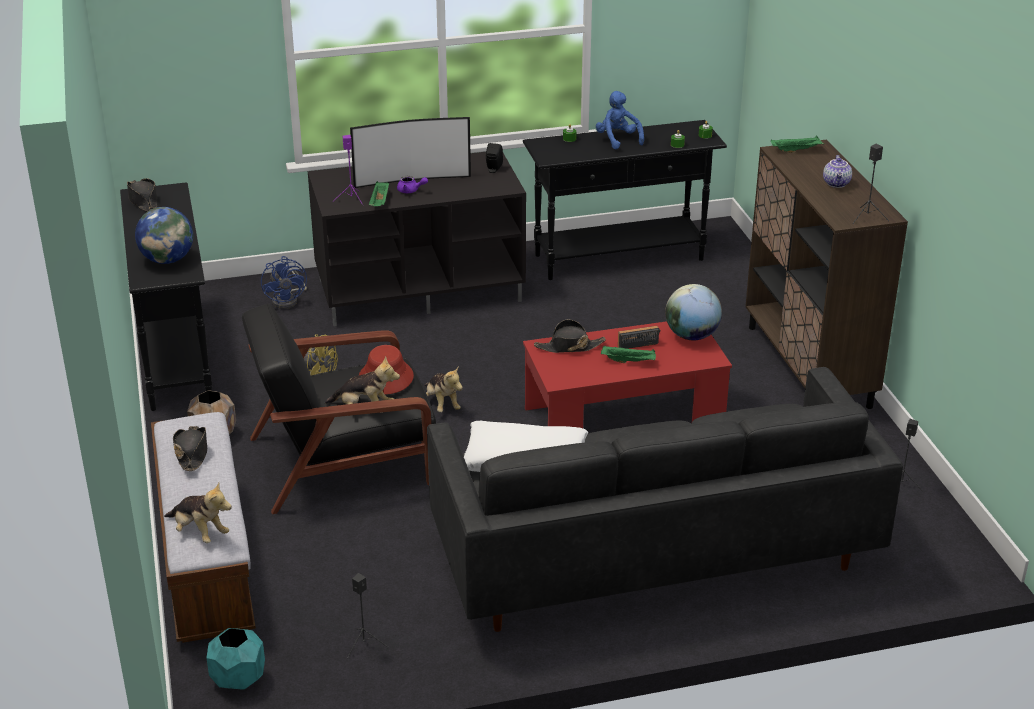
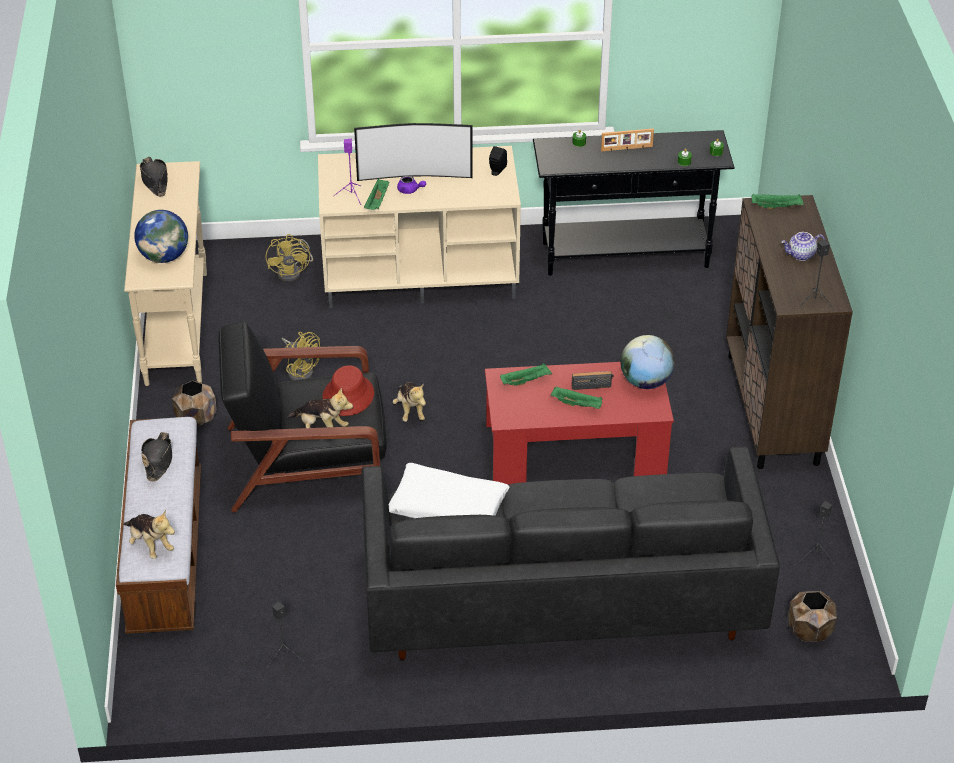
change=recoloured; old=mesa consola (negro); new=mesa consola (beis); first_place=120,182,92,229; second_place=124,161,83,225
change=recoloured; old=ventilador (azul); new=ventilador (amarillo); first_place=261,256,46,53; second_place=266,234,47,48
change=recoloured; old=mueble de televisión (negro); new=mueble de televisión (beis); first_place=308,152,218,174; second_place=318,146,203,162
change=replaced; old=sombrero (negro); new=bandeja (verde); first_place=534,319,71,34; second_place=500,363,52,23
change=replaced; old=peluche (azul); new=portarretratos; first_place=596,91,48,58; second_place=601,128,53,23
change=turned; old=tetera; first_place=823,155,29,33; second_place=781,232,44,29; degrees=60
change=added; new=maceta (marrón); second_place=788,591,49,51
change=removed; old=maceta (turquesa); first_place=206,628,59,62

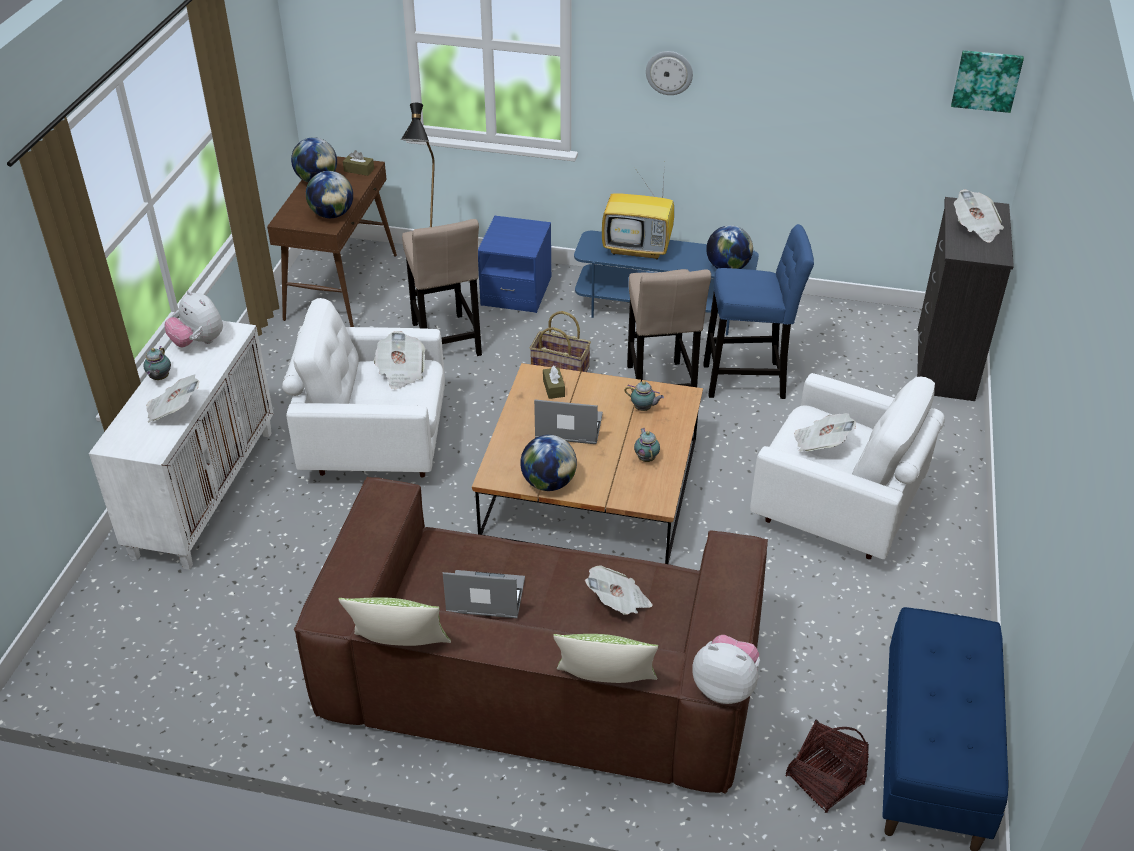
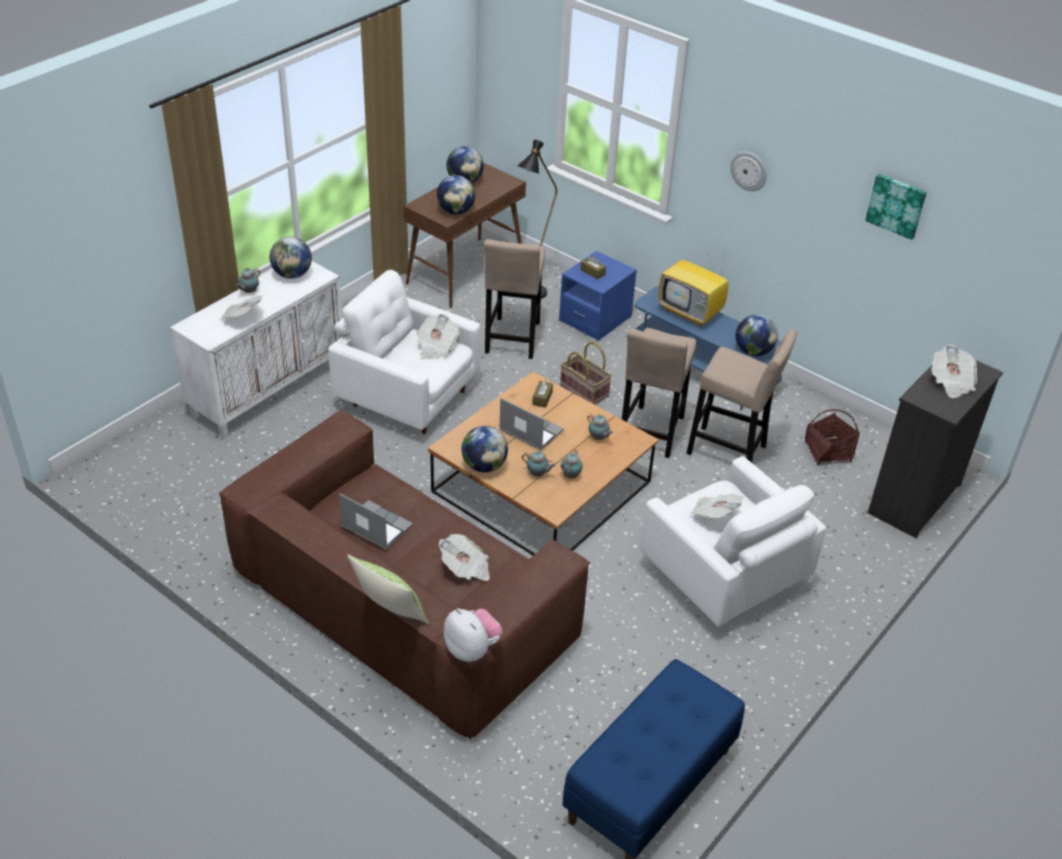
change=replaced; old=peluche; new=globo terráqueo; first_place=165,290,58,57; second_place=270,236,42,43
change=added; new=tetera; second_place=522,451,34,25
change=moved; old=caja de pañuelos (marrón); first_place=343,150,31,26; second_place=580,256,26,23
change=recoloured; old=taburete (azul); new=taburete (beis); first_place=703,224,111,175; second_place=686,329,111,134
change=moved; old=cesta; first_place=785,720,84,93; second_place=805,409,55,56
change=moved; old=cuadro; first_place=951,50,73,63; second_place=865,174,62,66
change=removed; old=cojín; first_place=338,597,113,49

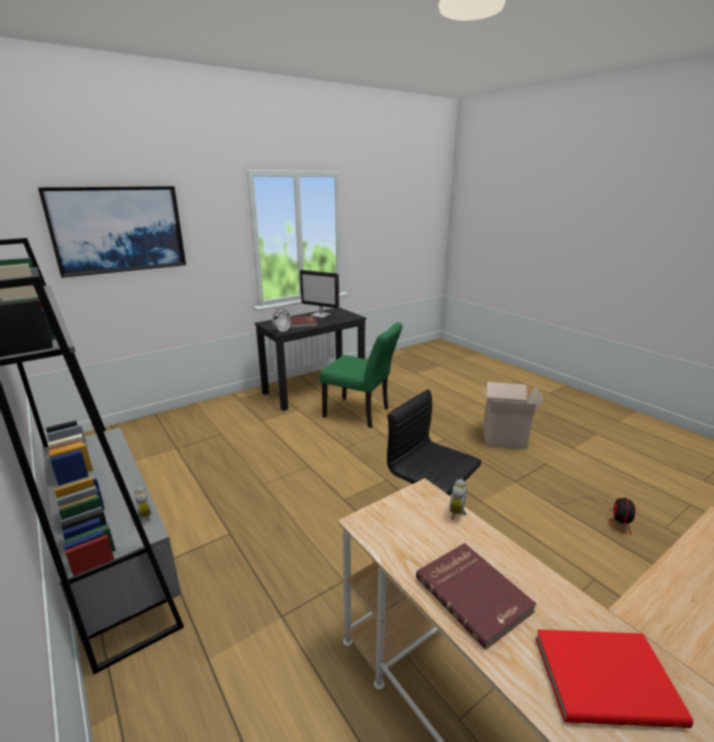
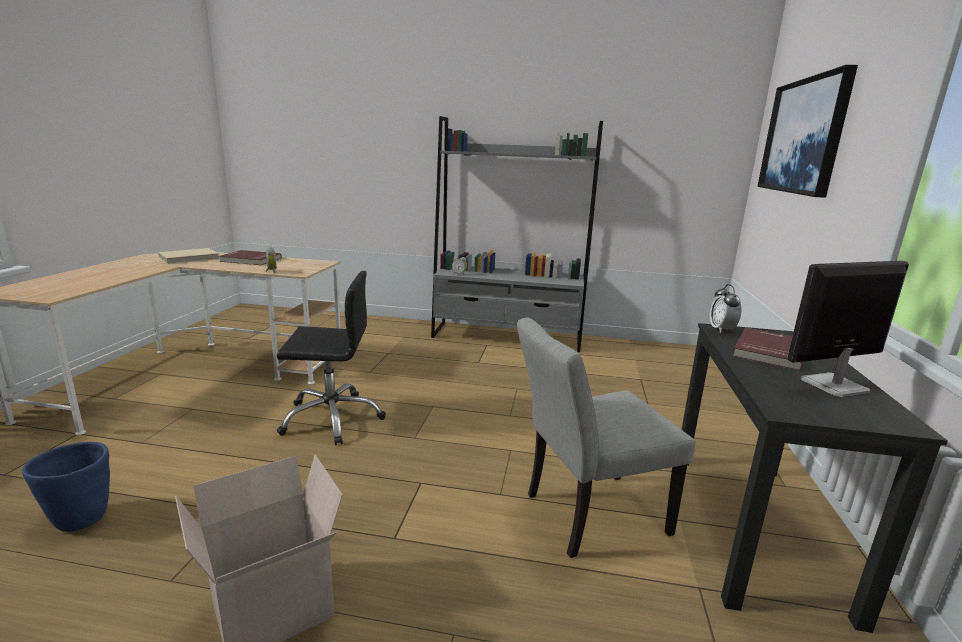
change=replaced; old=ventilador; new=maceta (azul); first_place=558,497,77,37; second_place=22,442,88,90
change=recoloured; old=libro (rojo); new=libro (beis); first_place=535,629,158,99; second_place=158,248,61,16
change=recoloured; old=silla (verde); new=silla (gris); first_place=320,322,83,106; second_place=517,318,178,240

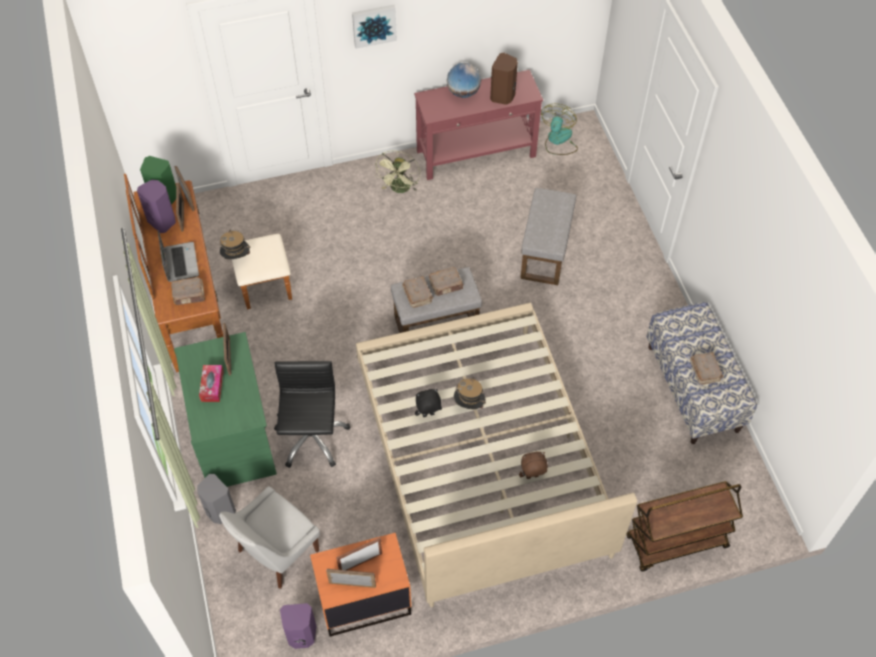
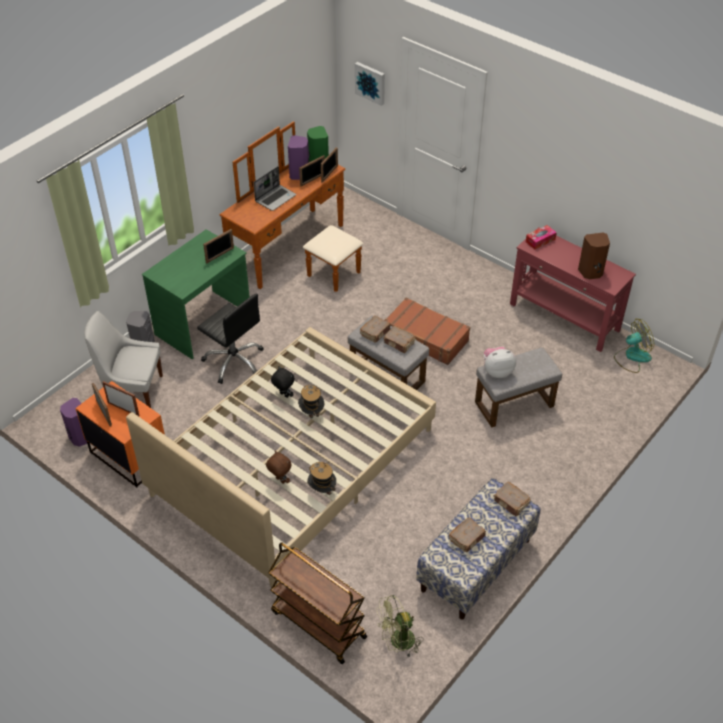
change=turned; old=silla de oficina (negro); first_place=274,361,77,107; second_place=197,294,66,90; degrees=75
change=moved; old=sombrero; first_place=220,230,31,29; second_place=307,462,30,33
change=moved; old=cuadro; first_place=352,5,45,44; second_place=355,62,30,44
change=moved; old=ventilador (verde); first_place=375,151,45,42; second_place=377,595,46,62
change=added; new=maleta (marrón); second_place=384,297,86,68
change=added; new=peluche; second_place=484,346,32,32
change=moved; old=libro (marrón); first_place=171,277,34,28; second_place=494,482,37,35
change=moved; old=caja de pañuelos; first_place=199,365,25,37; second_place=526,225,31,24
change=removed; old=globo terráqueo; first_place=447,63,34,35

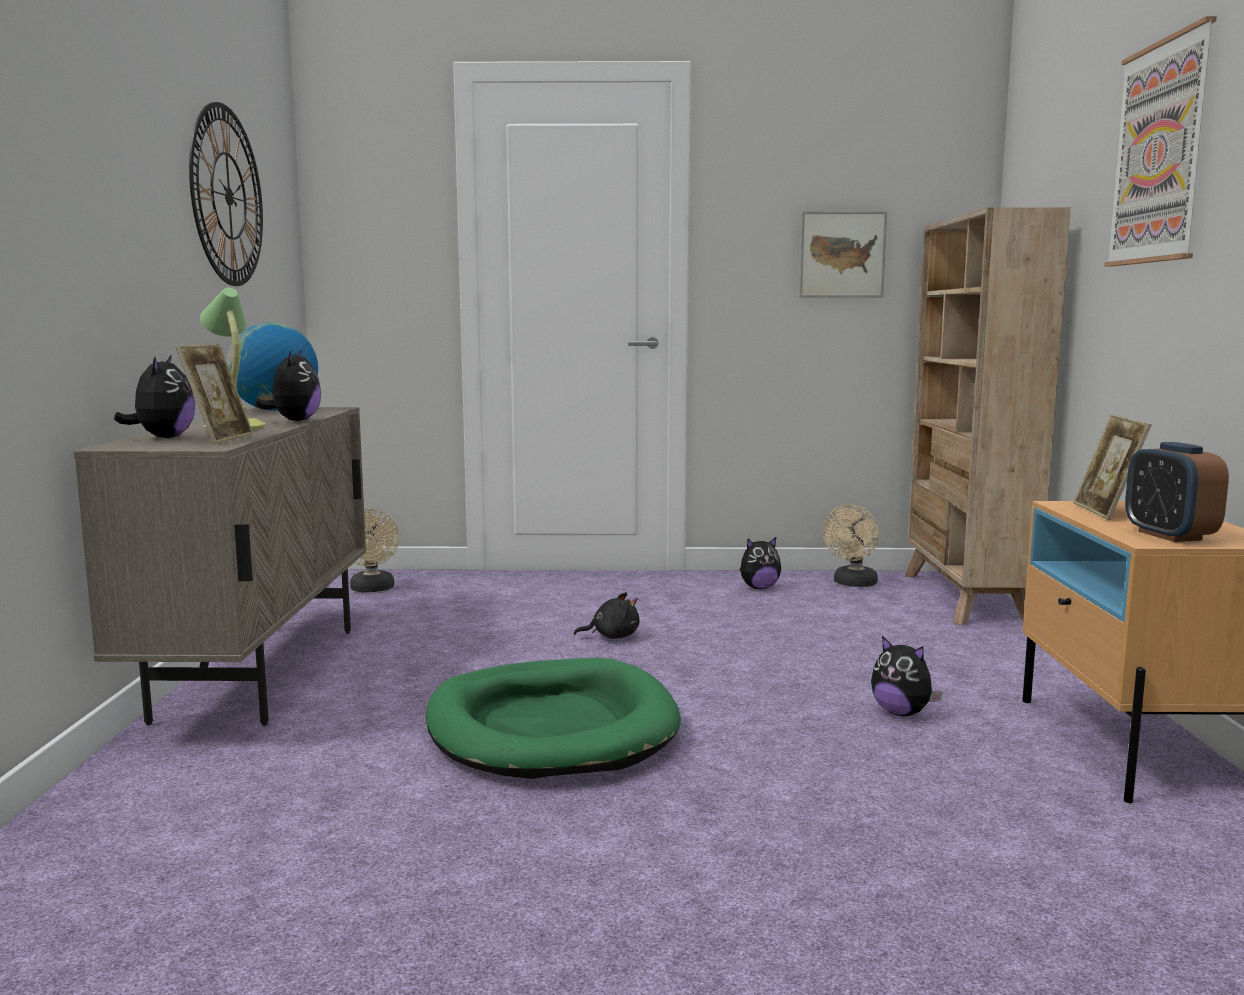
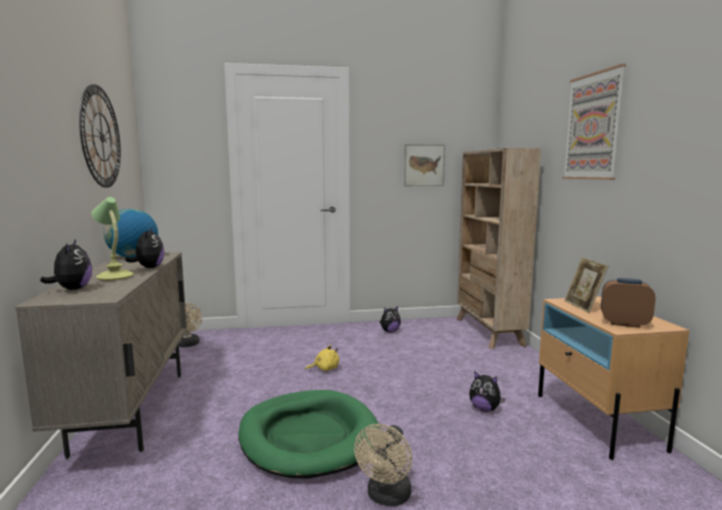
change=recoloured; old=peluche (negro); new=peluche (amarillo); first_place=574,592,66,47; second_place=305,345,34,26
change=moved; old=ventilador (beis); first_place=823,504,56,83; second_place=354,424,58,82
change=turned; old=despertador; first_place=1125,442,104,100; second_place=601,278,55,50; degrees=135
change=removed; old=portarretratos; first_place=176,344,77,100

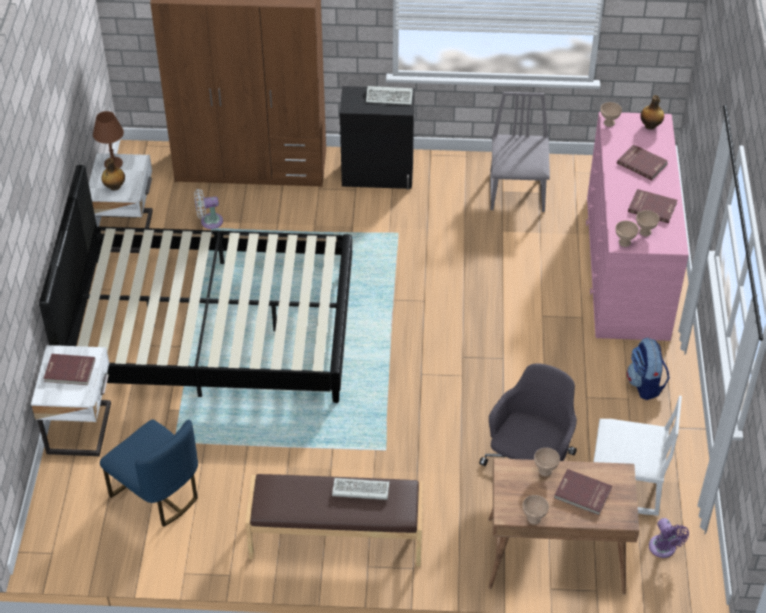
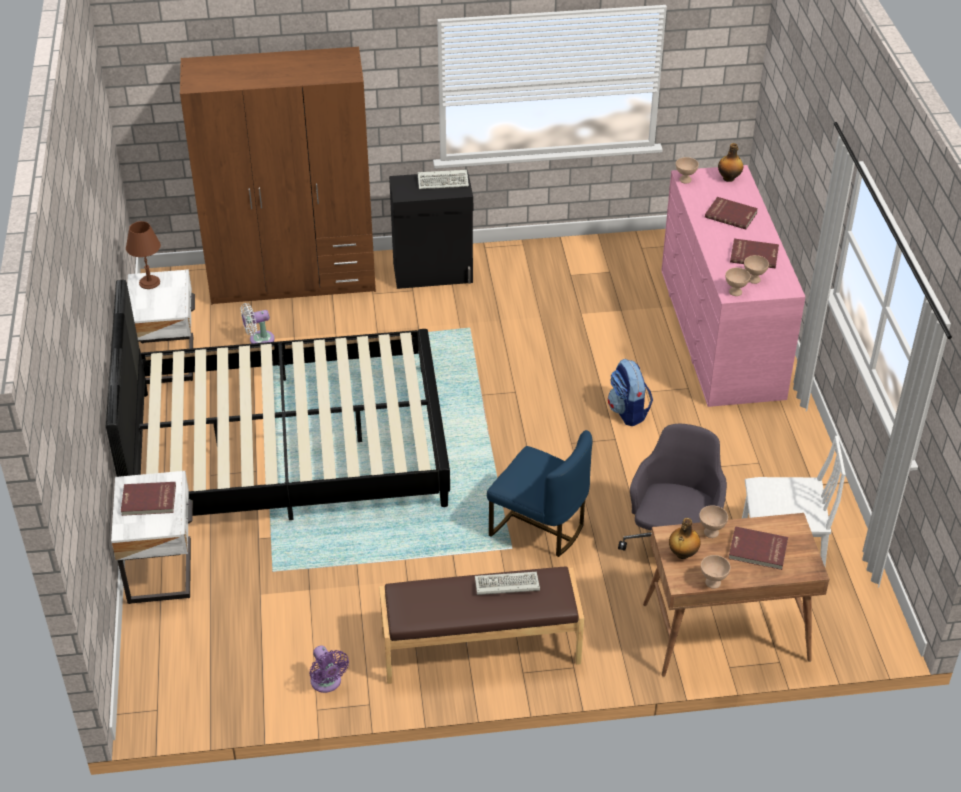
change=moved; old=ventilador (morado); first_place=649,518,40,40; second_place=309,646,40,47
change=moved; old=silla (azul); first_place=100,419,98,108; second_place=487,430,105,127
change=moved; old=mochila; first_place=627,338,43,62; second_place=608,358,45,68
change=moved; old=botella; first_place=101,158,24,33; second_place=669,518,31,41
change=removed; old=silla (gris); first_place=490,92,60,120

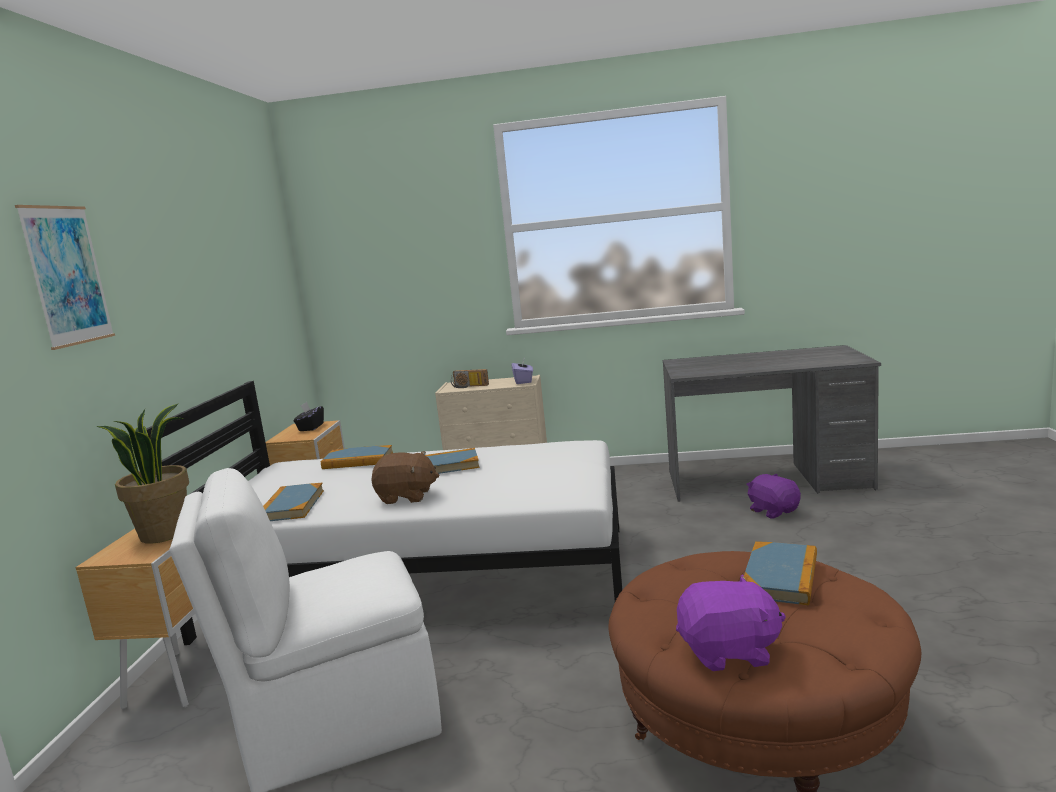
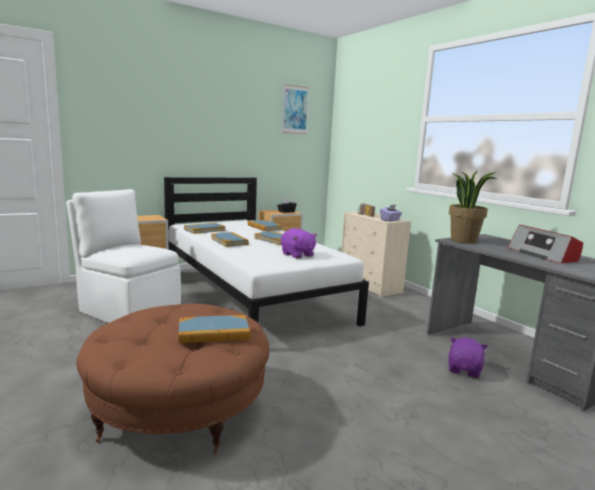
change=replaced; old=peluche (marrón); new=libro; first_place=371,451,68,53; second_place=211,232,38,15
change=moved; old=cuadro; first_place=15,205,100,145; second_place=281,84,28,50
change=moved; old=peluche (morado); first_place=676,574,110,97; second_place=281,228,36,31
change=moved; old=planta en maceta; first_place=97,403,92,141; second_place=449,169,47,74
change=added; new=radio; second_place=508,224,75,40

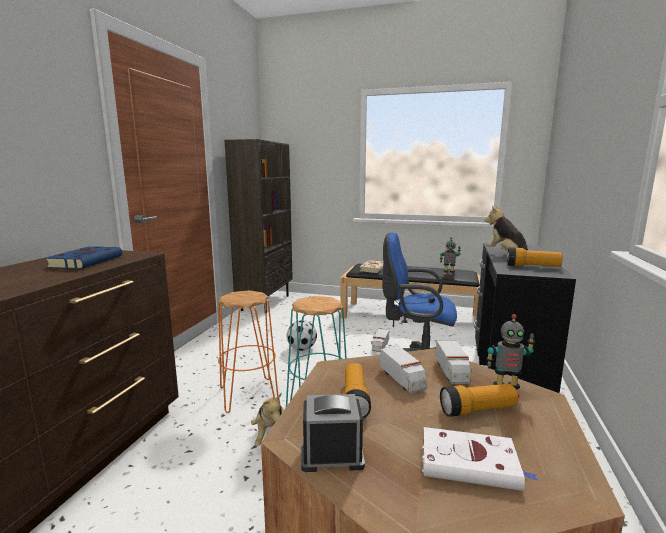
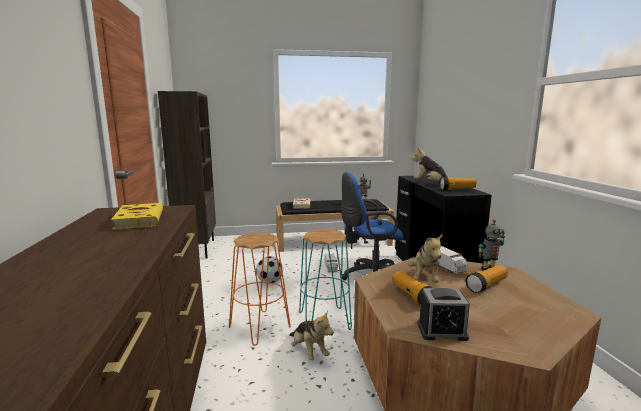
change=recoloured; old=libro (azul); new=libro (amarillo); first_place=45,246,77,23; second_place=111,203,52,27
change=replaced; old=camión de juguete; new=peluche; first_place=380,346,47,47; second_place=408,234,35,49
change=turned; old=despertador; first_place=301,394,64,78; second_place=418,288,52,53; degrees=-150
change=removed; old=libro (blanco); first_place=422,427,116,64

